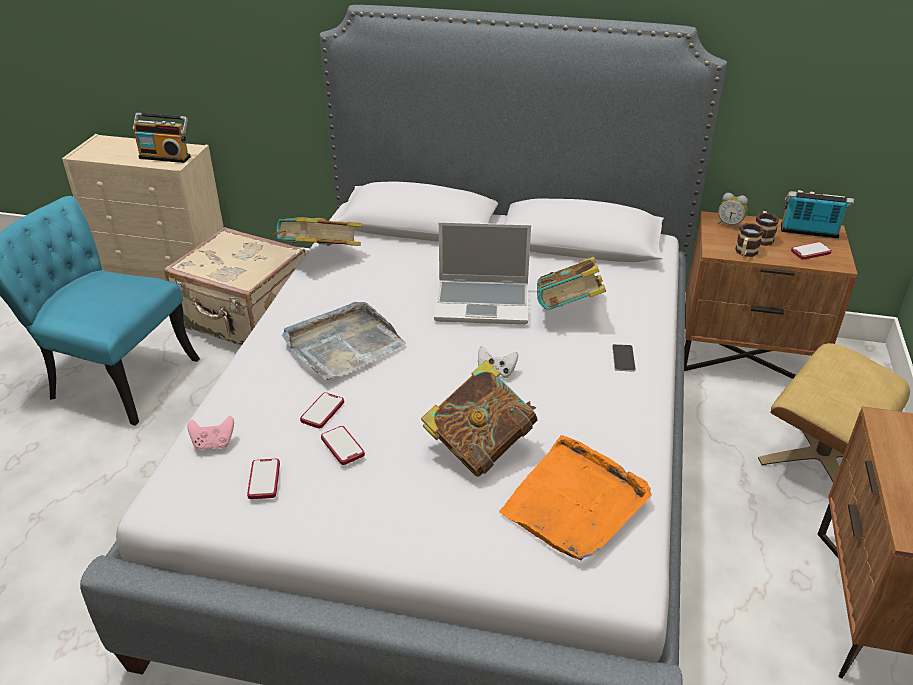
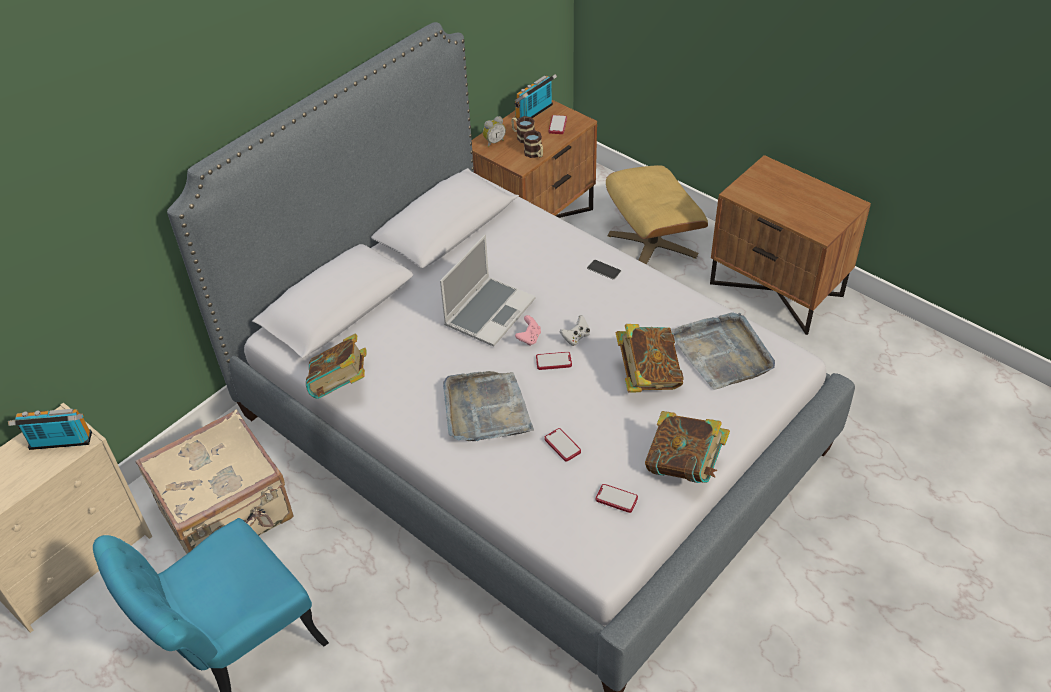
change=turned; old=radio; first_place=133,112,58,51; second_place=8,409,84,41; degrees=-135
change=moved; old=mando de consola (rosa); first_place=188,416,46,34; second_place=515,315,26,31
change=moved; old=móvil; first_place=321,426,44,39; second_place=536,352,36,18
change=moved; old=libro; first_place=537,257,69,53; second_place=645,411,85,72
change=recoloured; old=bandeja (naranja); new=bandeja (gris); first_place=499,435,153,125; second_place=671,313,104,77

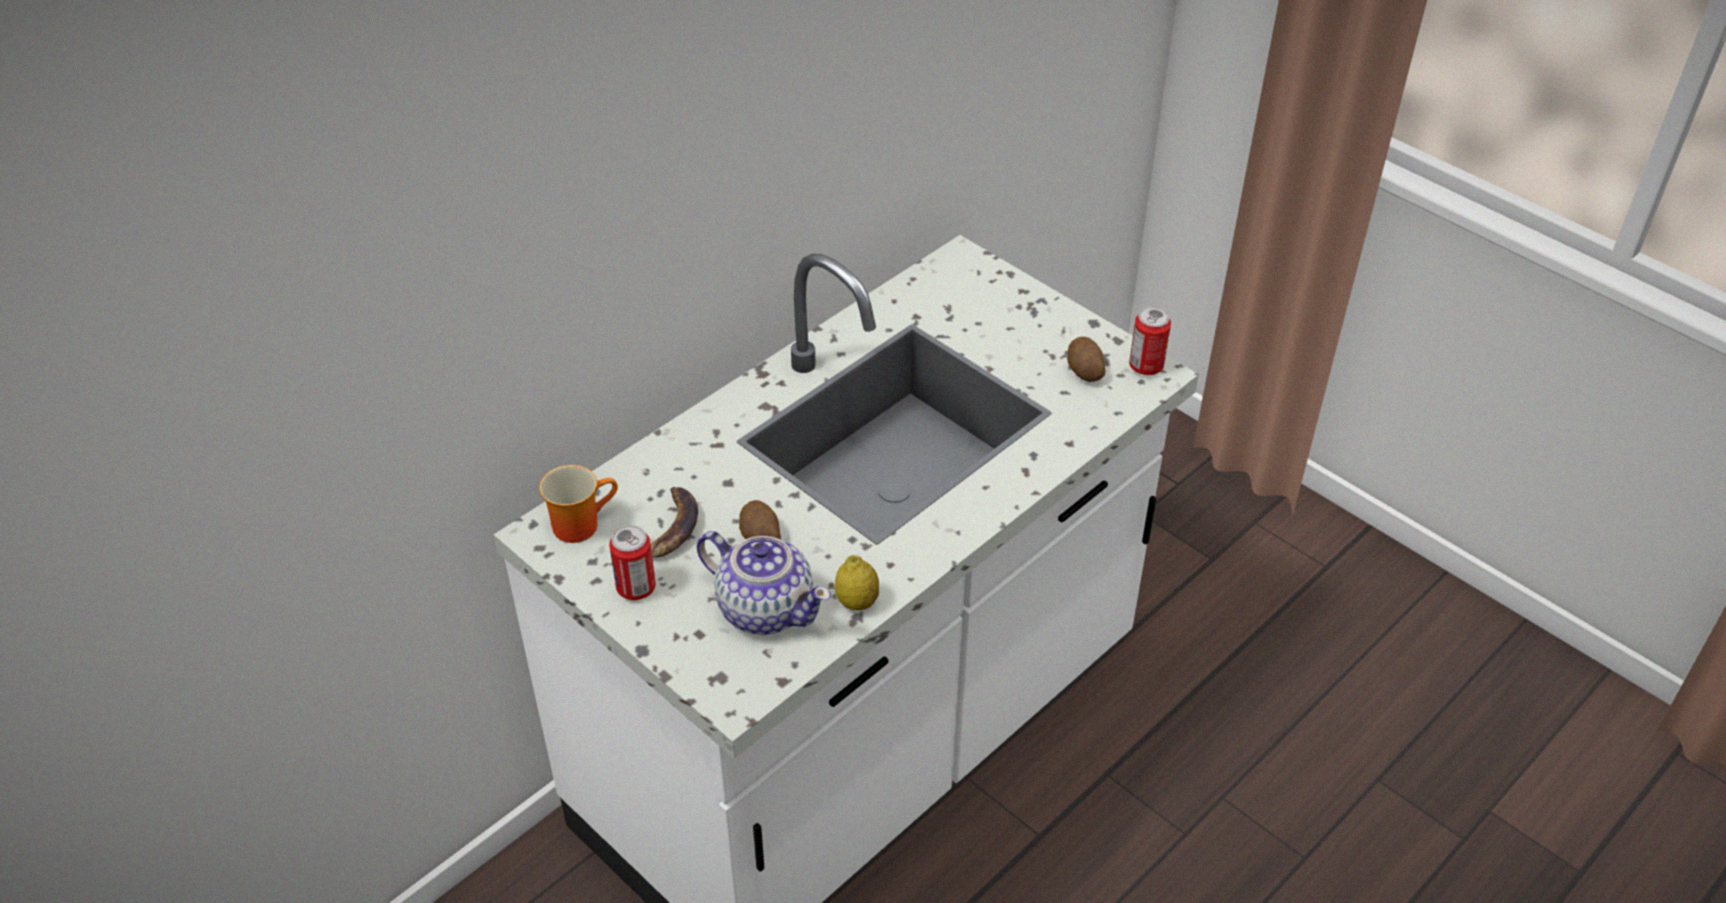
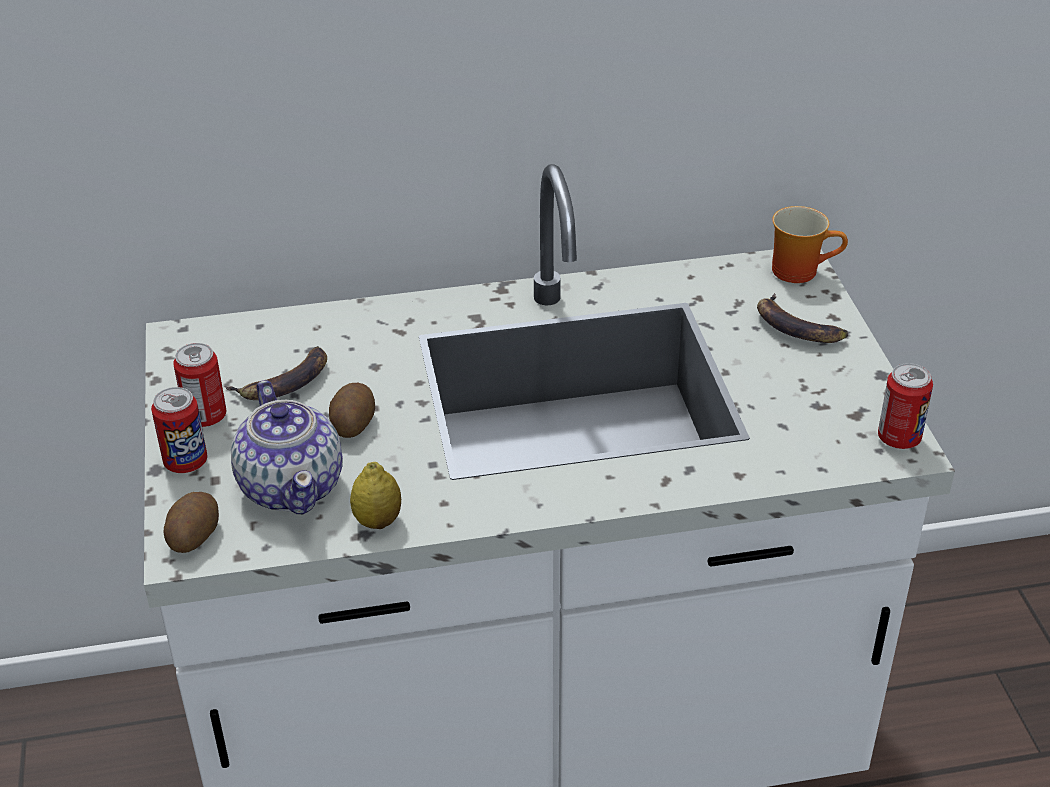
change=added; new=lata; second_place=151,387,56,86
change=moved; old=patata; first_place=1067,337,39,45; second_place=164,492,55,61
change=added; new=plátano; second_place=757,293,91,50
change=moved; old=taza grande; first_place=539,465,79,78; second_place=772,206,76,77

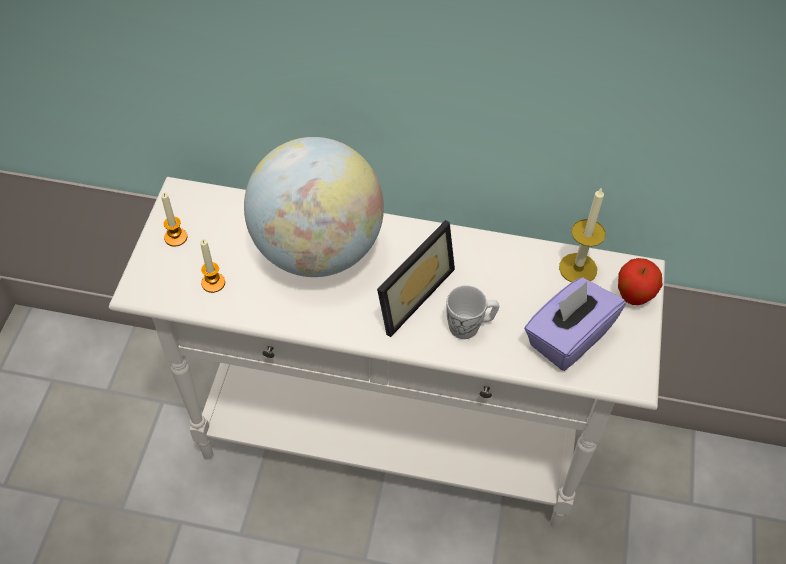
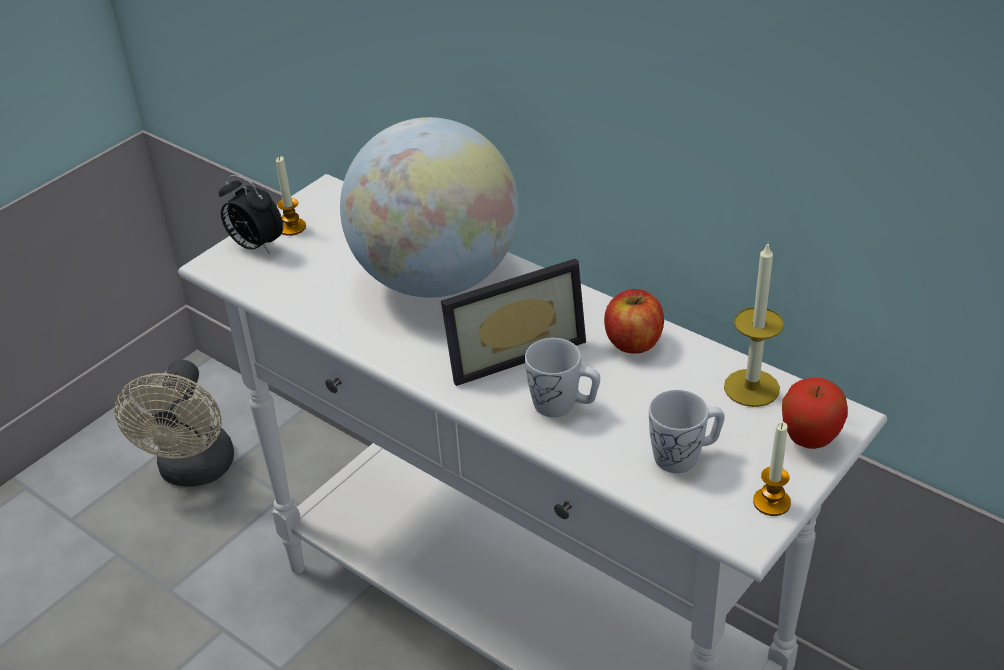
change=added; new=ventilador (beis); second_place=115,360,119,127
change=added; new=despertador; second_place=219,175,64,79
change=added; new=manzana; second_place=604,289,60,65
change=replaced; old=caja de pañuelos (morado); new=taza grande (blanco); first_place=524,277,102,94; second_place=649,390,76,83
change=moved; old=vela; first_place=200,239,25,54; second_place=753,422,38,94

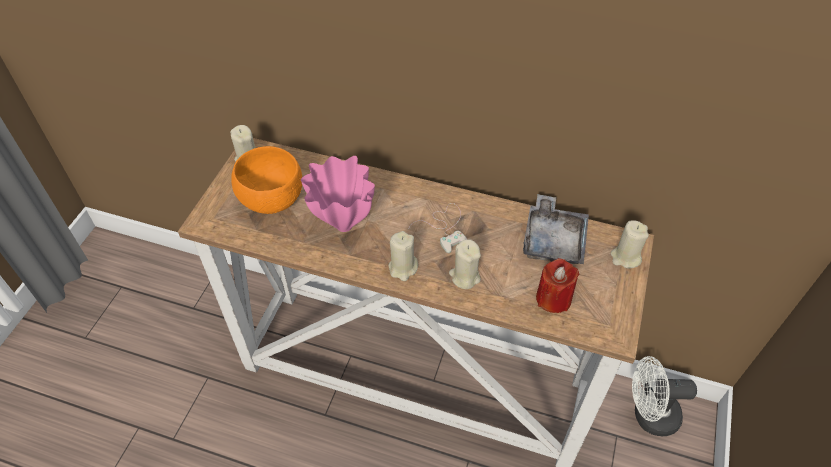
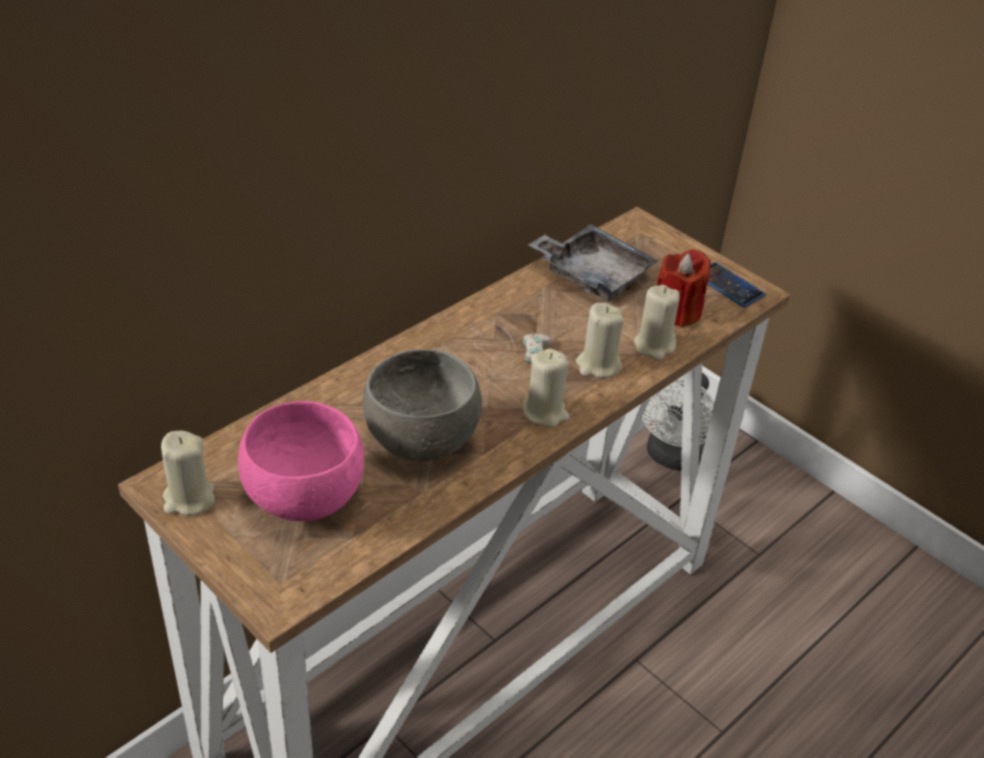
change=recoloured; old=cuenco (naranja); new=cuenco (rosa); first_place=231,146,71,68; second_place=238,401,126,120
change=replaced; old=florero (rosa); new=cuenco (gris); first_place=301,156,74,76; second_place=363,349,119,112
change=moved; old=vela (beis); first_place=611,220,38,48; second_place=634,285,46,76
change=added; new=móvil; second_place=707,262,59,46

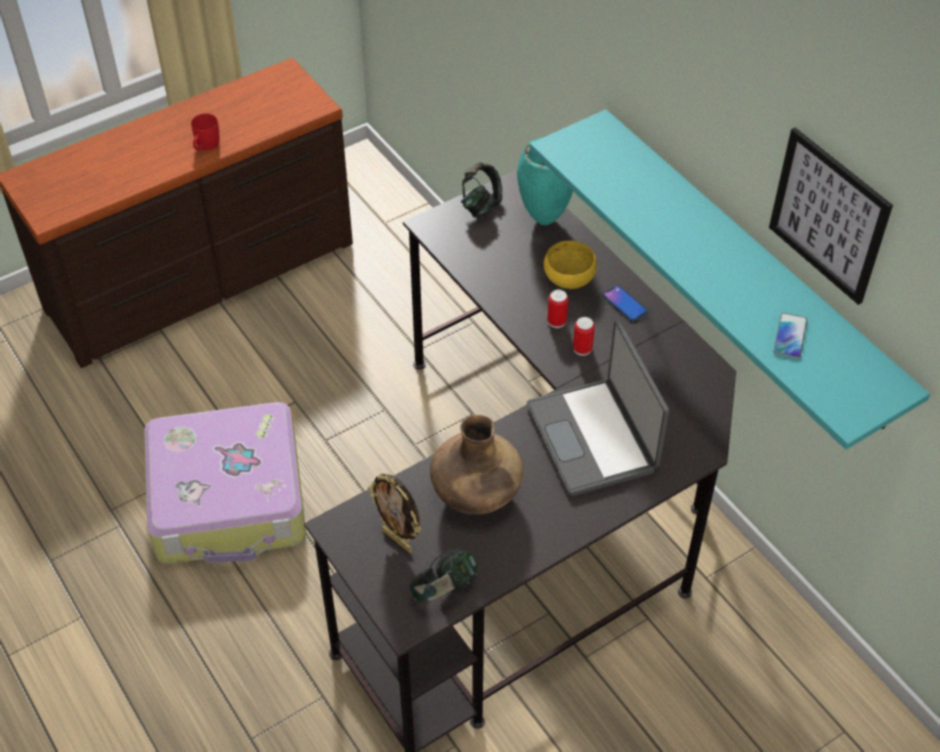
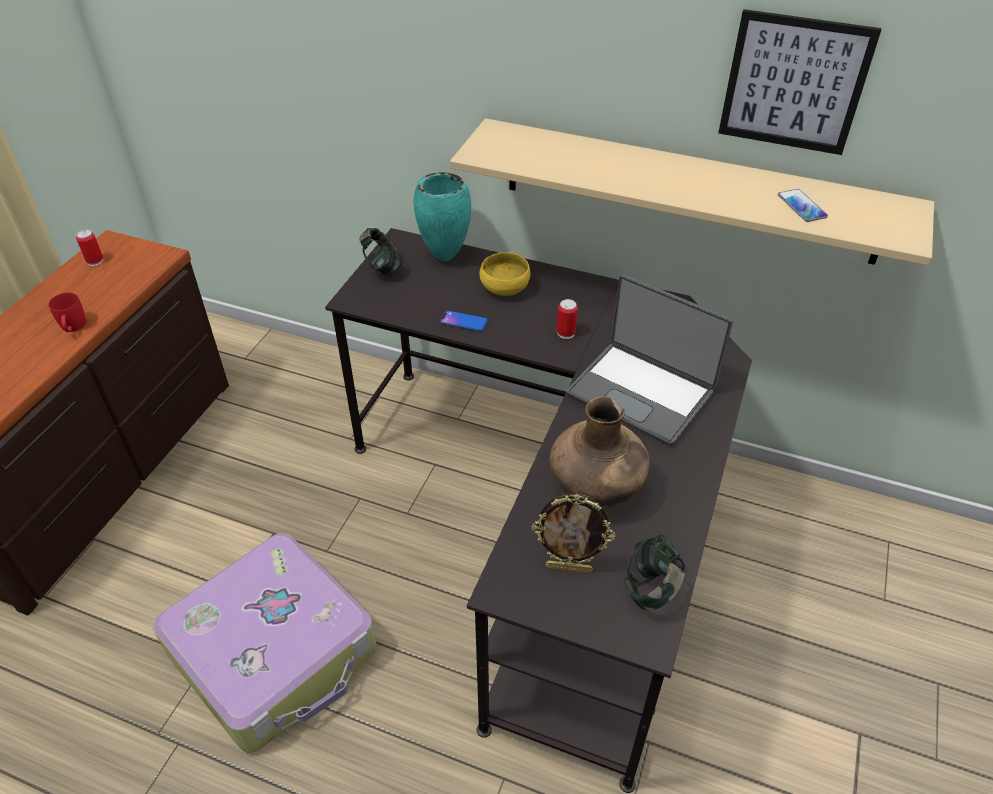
change=moved; old=lata; first_place=547,290,21,38; second_place=76,230,27,36
change=moved; old=móvil; first_place=602,285,46,36; second_place=440,310,48,22
change=recoloured; old=estante (turquesa); new=estante (beis); first_place=530,109,400,341; second_place=450,118,484,147

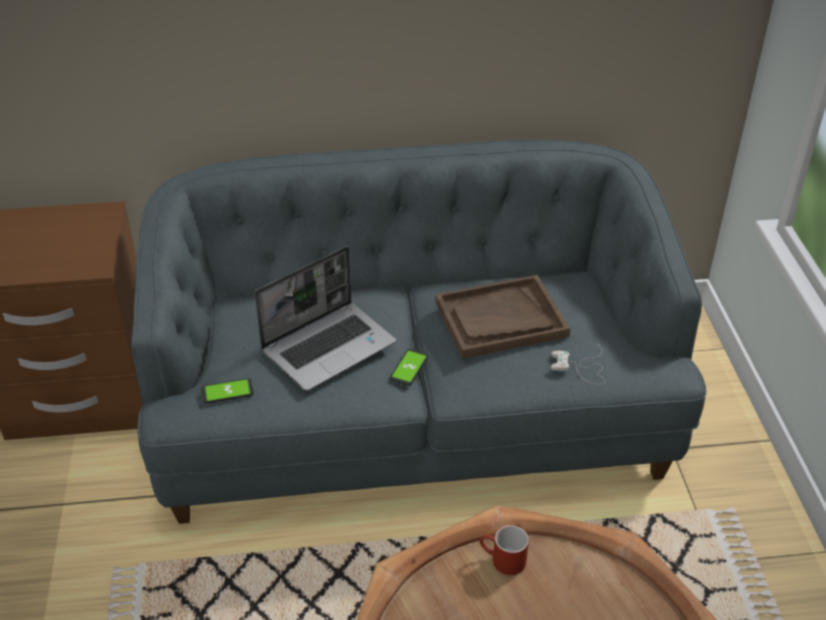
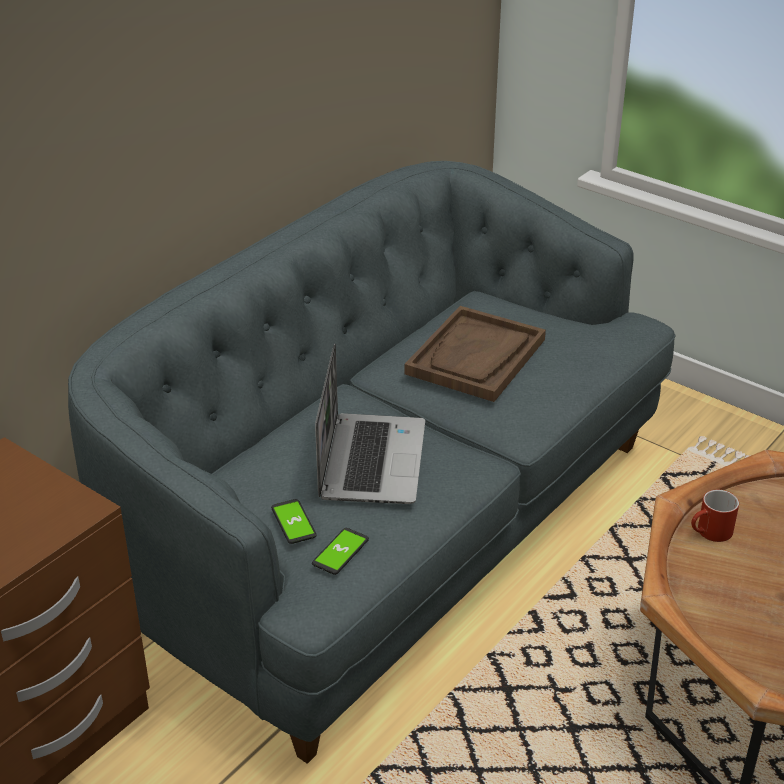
change=moved; old=móvil; first_place=390,349,39,37; second_place=271,499,46,45
change=removed; old=mando de consola (blanco); first_place=551,347,54,38

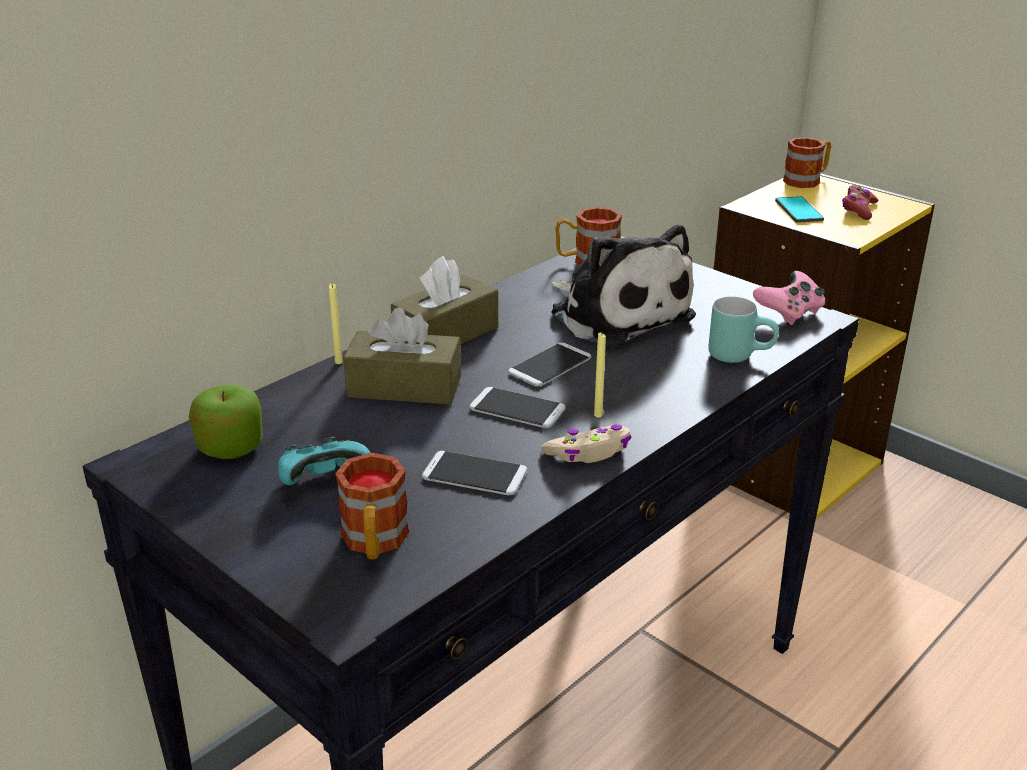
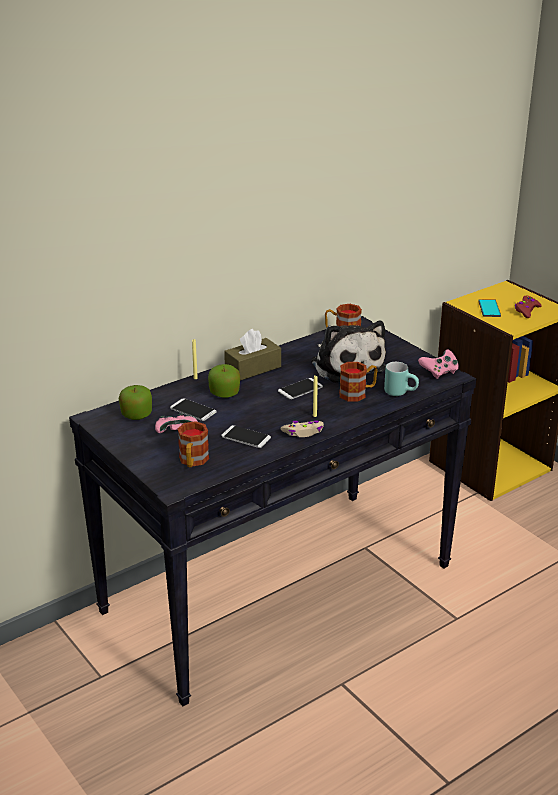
change=recoloured; old=mando de consola (turquesa); new=mando de consola (rosa); first_place=278,437,92,48; second_place=155,414,43,19
change=moved; old=móvil; first_place=469,387,97,41; second_place=170,398,47,23
change=replaced; old=caja de pañuelos (marrón); new=manzana; first_place=343,307,118,98; second_place=208,364,32,34
change=moved; old=taza grande; first_place=783,137,48,51; second_place=339,362,38,39

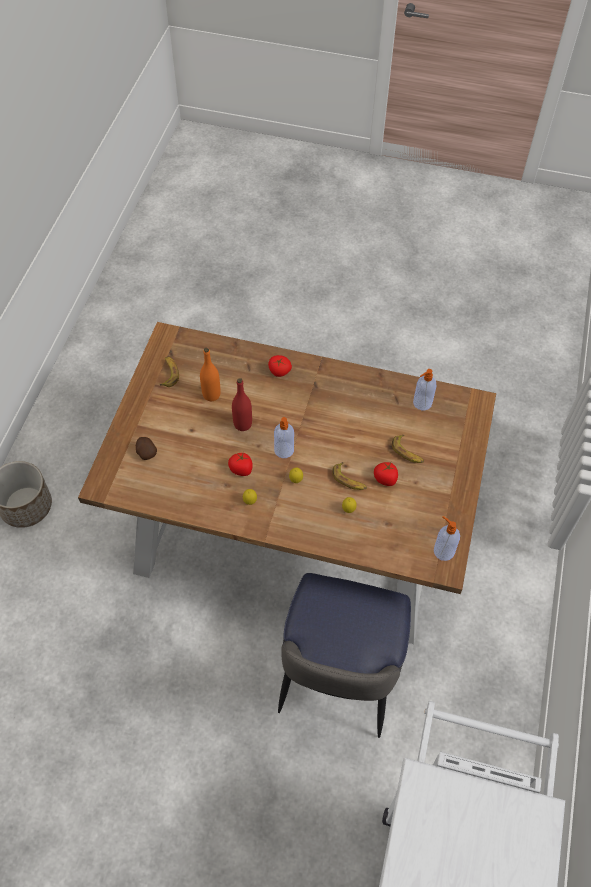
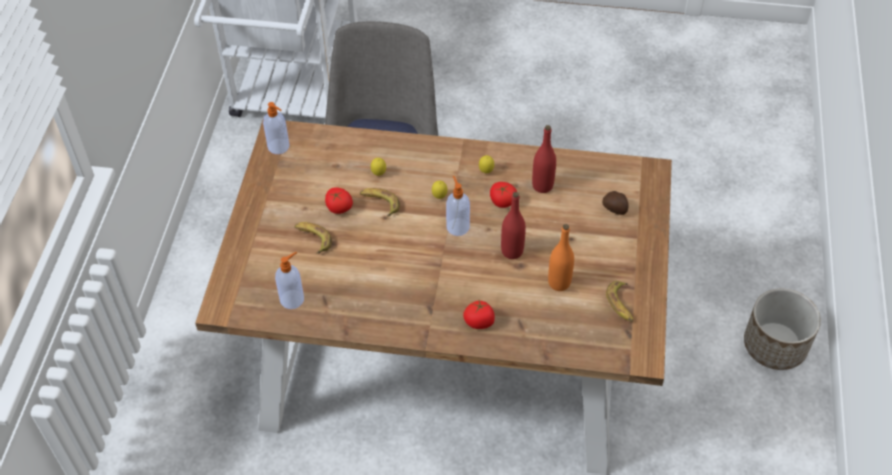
change=added; new=botella (rojo); second_place=532,125,24,68

